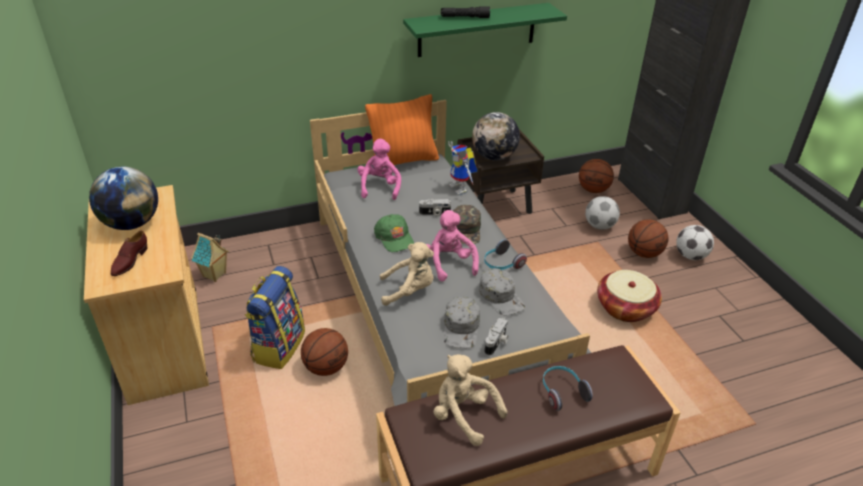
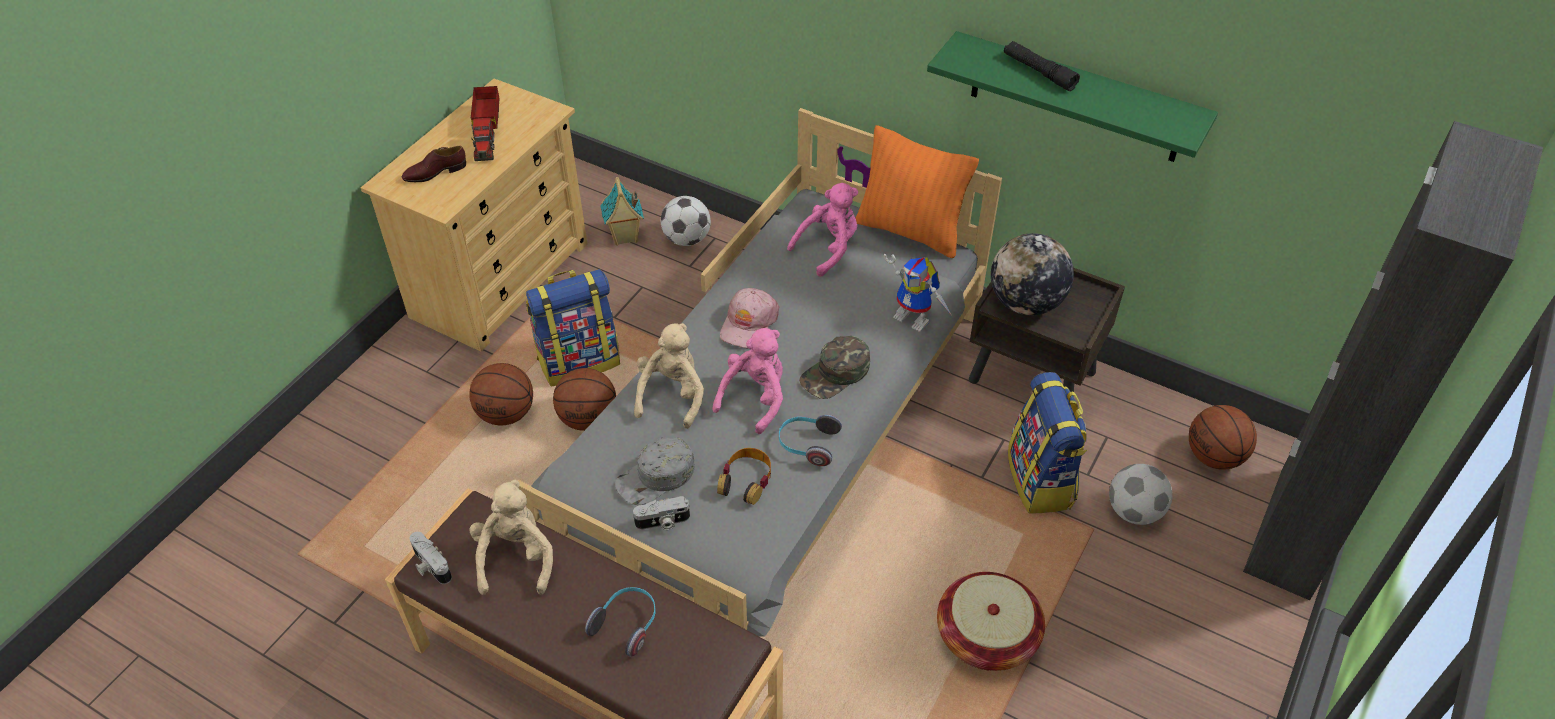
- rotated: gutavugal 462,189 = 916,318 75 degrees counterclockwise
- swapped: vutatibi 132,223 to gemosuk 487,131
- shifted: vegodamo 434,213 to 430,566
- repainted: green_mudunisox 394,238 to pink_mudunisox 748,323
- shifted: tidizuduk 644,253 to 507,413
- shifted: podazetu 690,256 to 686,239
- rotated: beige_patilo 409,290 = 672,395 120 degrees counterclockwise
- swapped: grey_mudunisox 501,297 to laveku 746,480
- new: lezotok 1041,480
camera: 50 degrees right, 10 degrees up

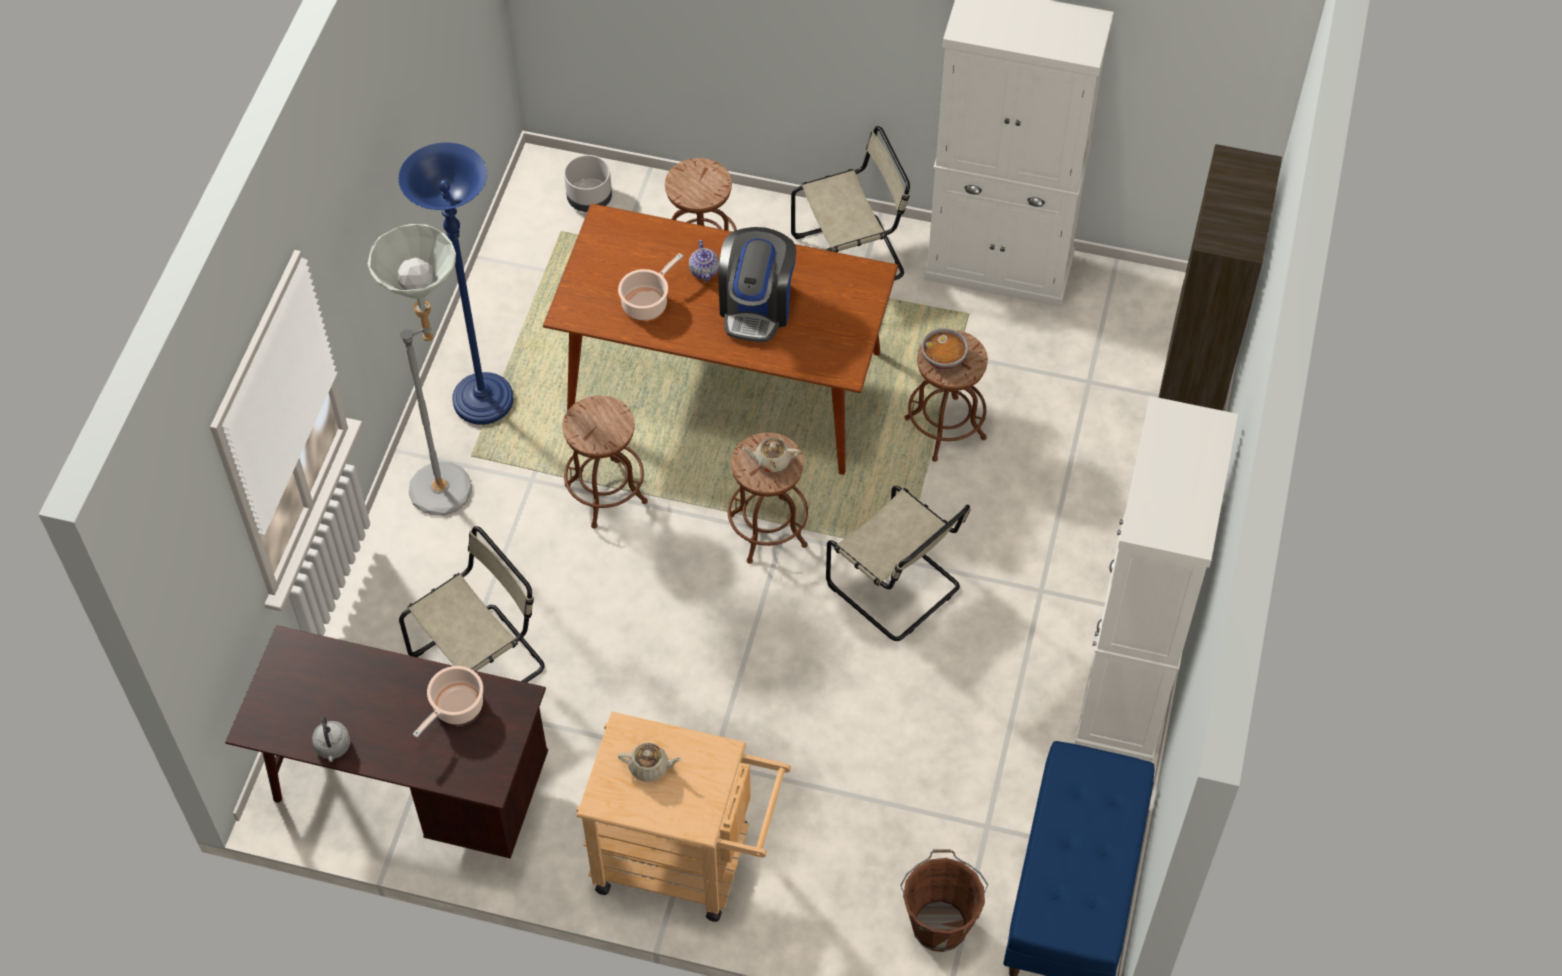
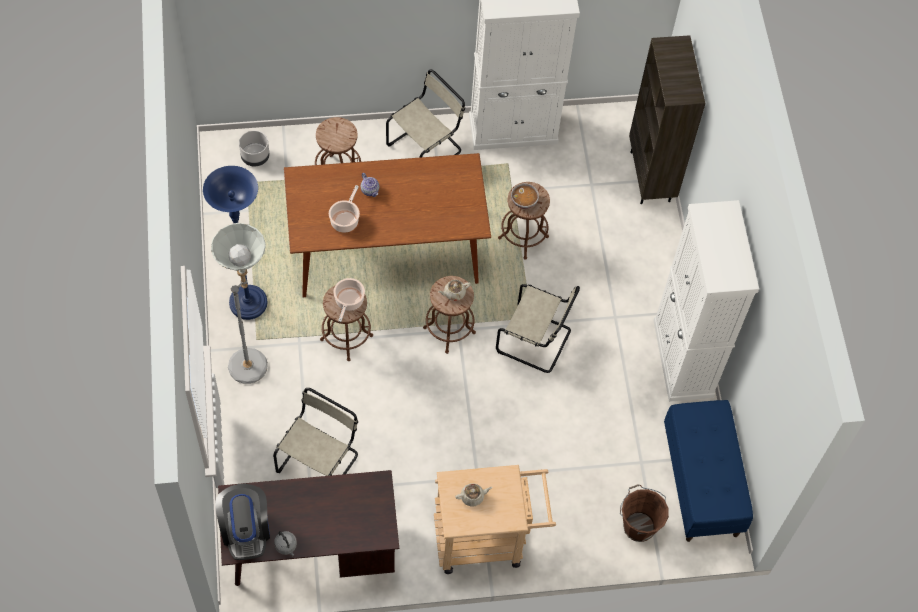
- shifted: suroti 756,306 to 246,530
- shifted: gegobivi 455,707 to 348,301
camera: 25 degrees left, 5 degrees up

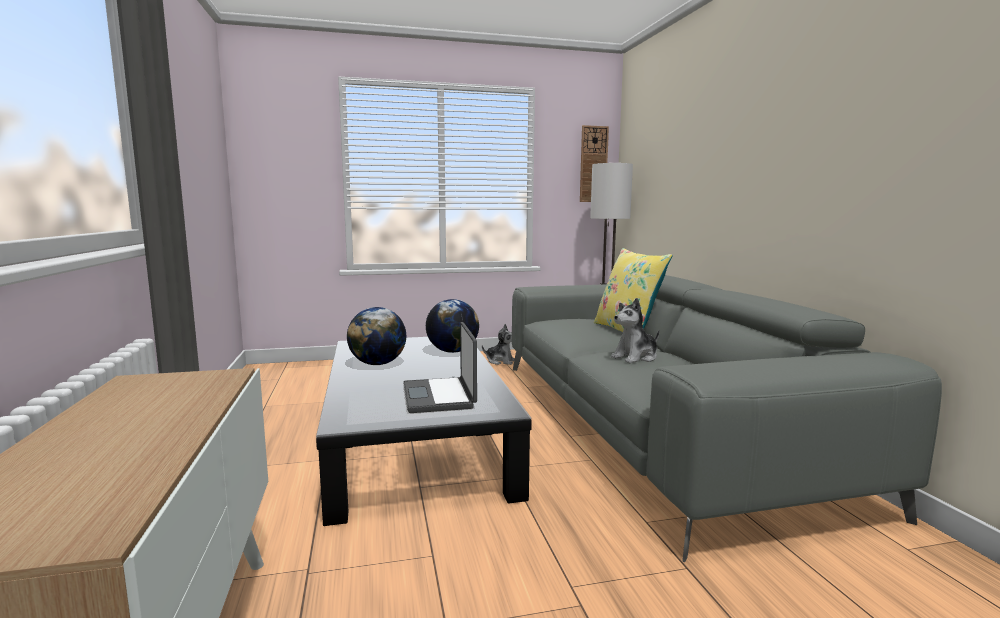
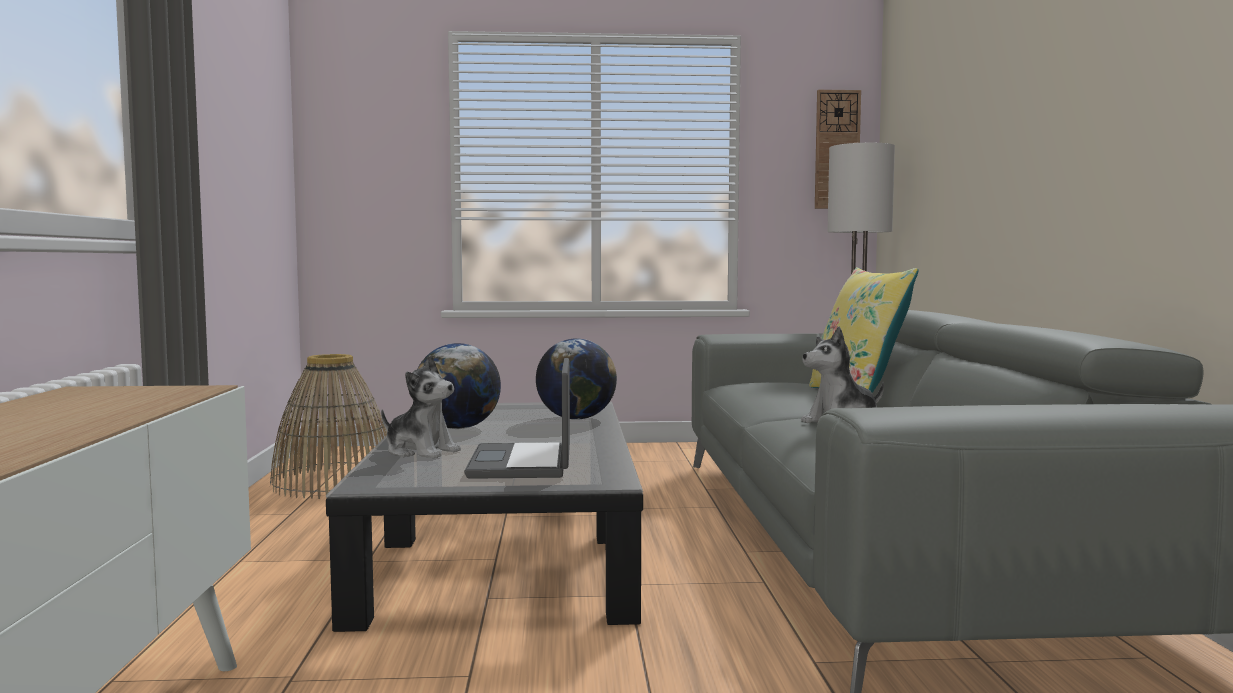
- shifted: patilo 500,361 to 421,451
- new: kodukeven 333,483
camera: 10 degrees right, 5 degrees down

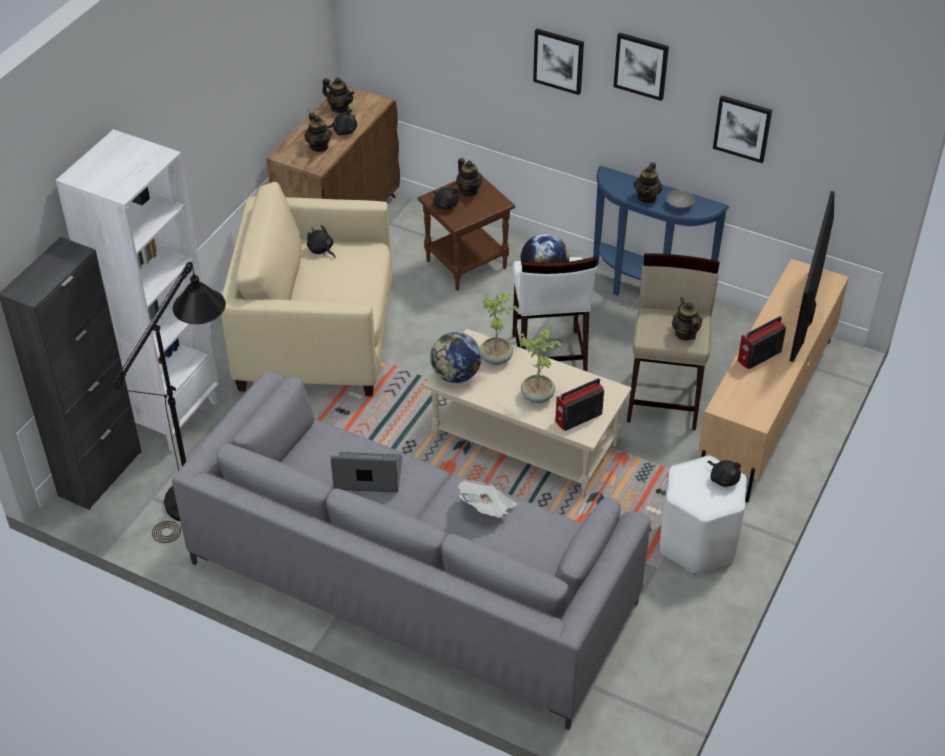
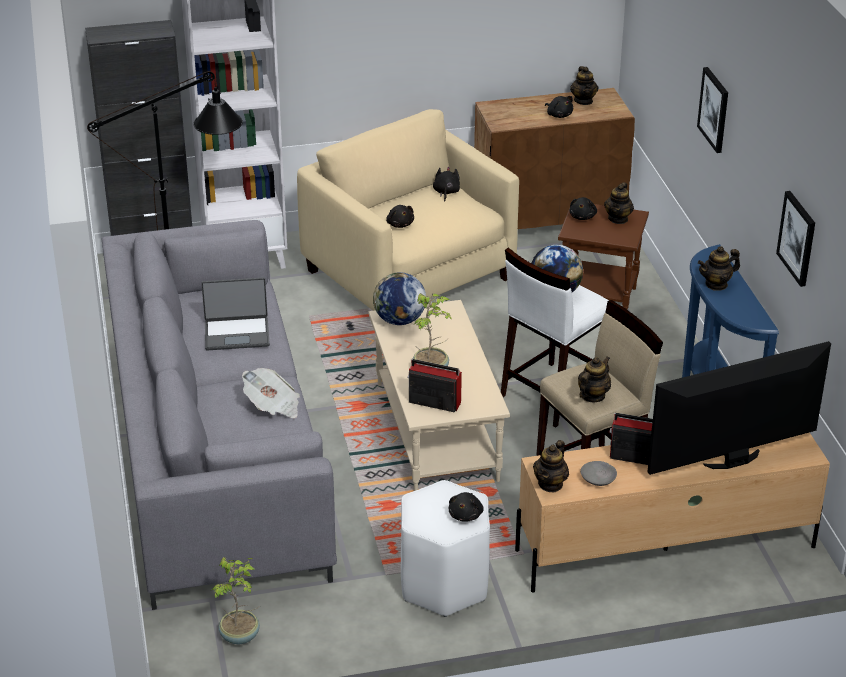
- gone: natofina 641,65
- shifted: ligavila 319,146 to 550,484
- shifted: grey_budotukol 679,204 to 598,479
- shifted: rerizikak 496,358 to 241,636
- rotated: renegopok 368,475 = 237,334 120 degrees clockwise
- new: black_patilo 400,224
camera: 50 degrees right, 10 degrees down

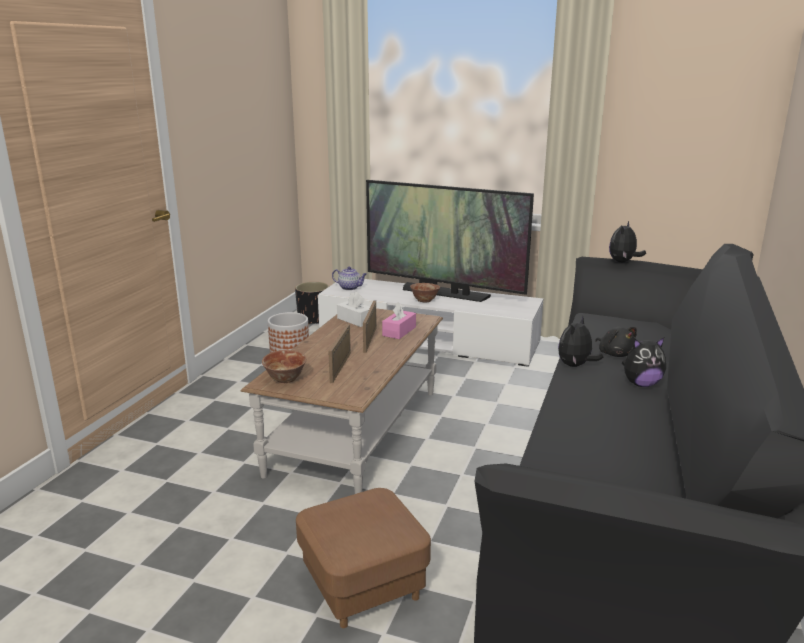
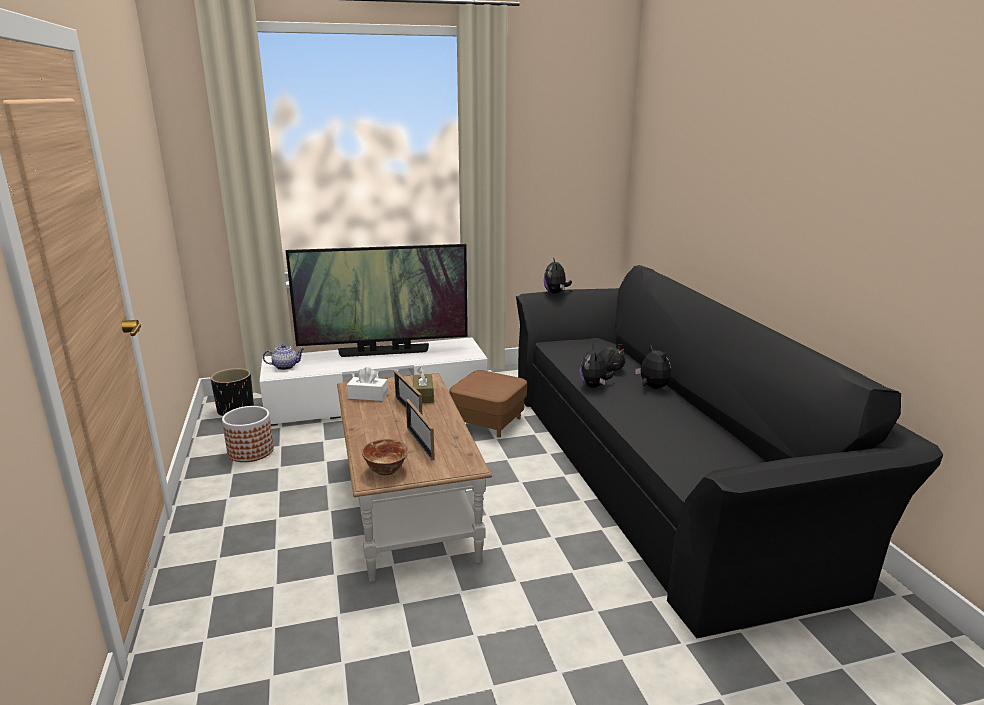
- gone: budotukol 424,300
- repainted: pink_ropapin 399,331 to brown_ropapin 423,395
- rotated: patilo 641,384 = 652,387 75 degrees counterclockwise
- shifted: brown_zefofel 363,585 to 488,422
camera: 35 degrees left, 0 degrees up

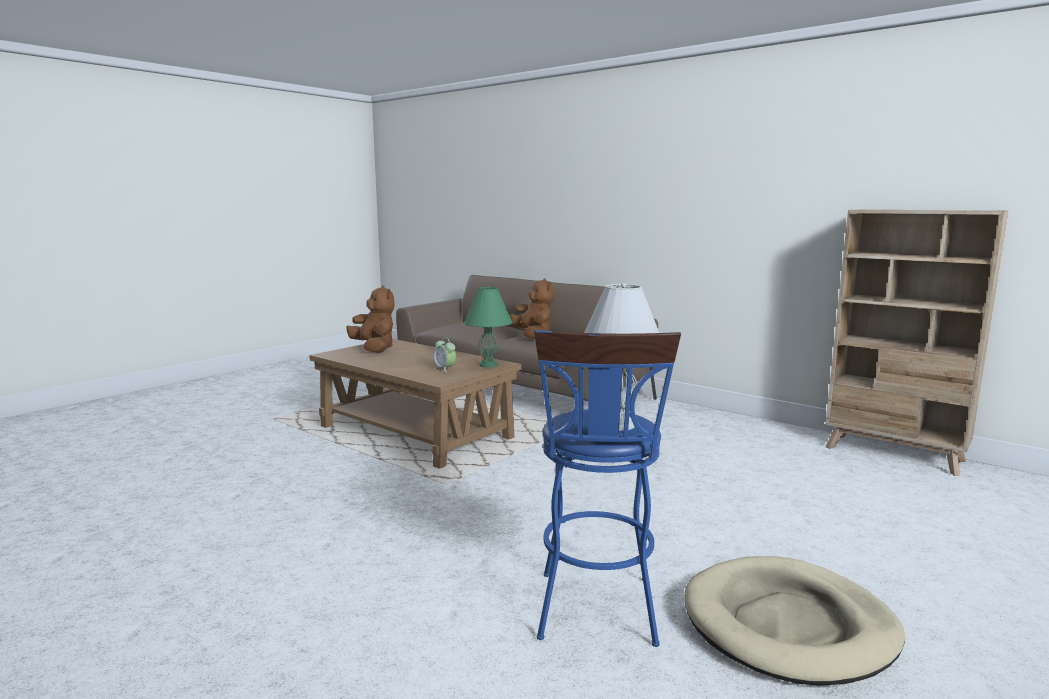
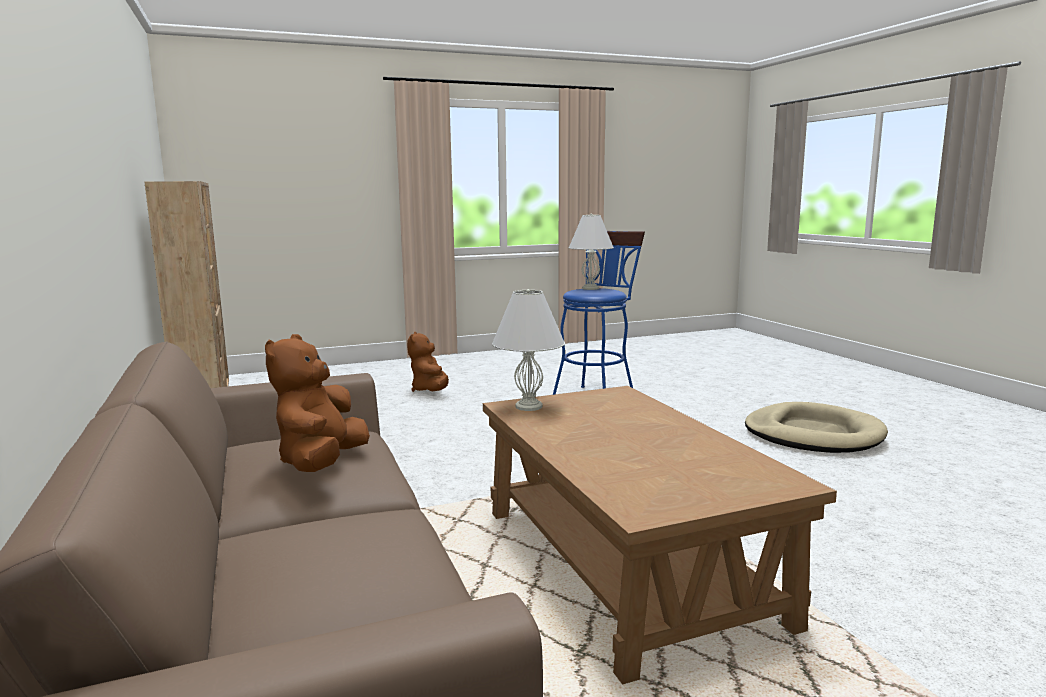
- shifted: brown_patilo 374,349 to 430,390
- repainted: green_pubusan 489,365 to white_pubusan 528,406
- gone: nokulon 445,369
- shifted: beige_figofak 788,625 to 813,434
camera: 150 degrees left, 0 degrees up

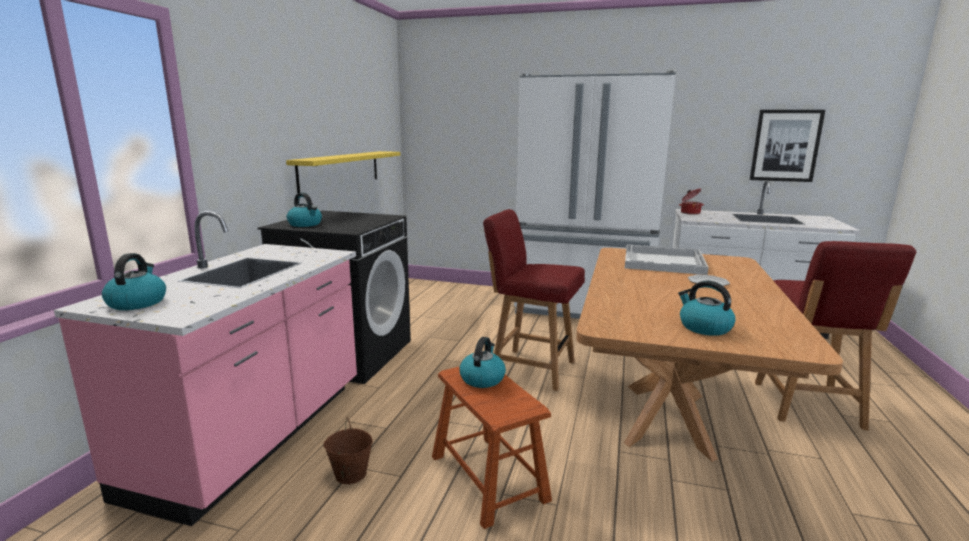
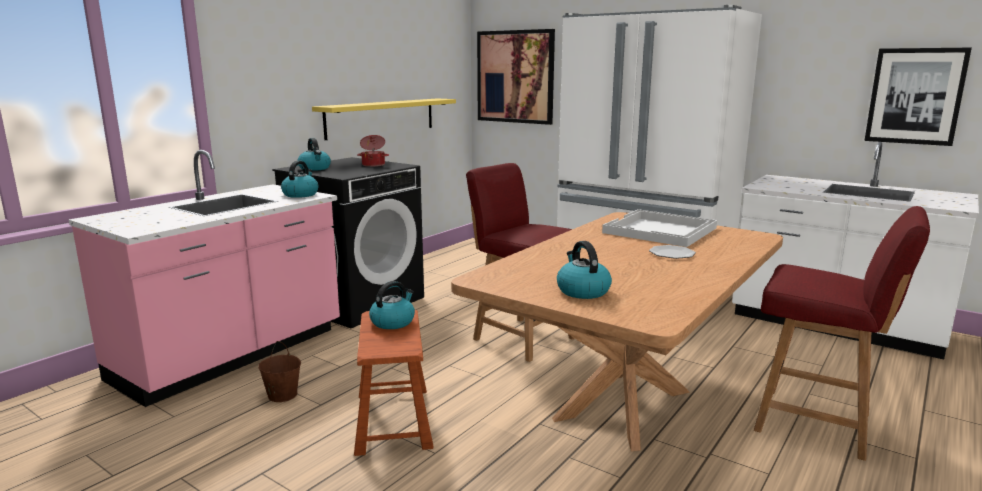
- shifted: gegobivi 690,213 to 373,165
- rotated: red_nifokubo 807,406 = 816,423 90 degrees counterclockwise
- shifted: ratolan 137,302 to 300,194
- new: natofina 515,77
camera: 20 degrees right, 0 degrees up

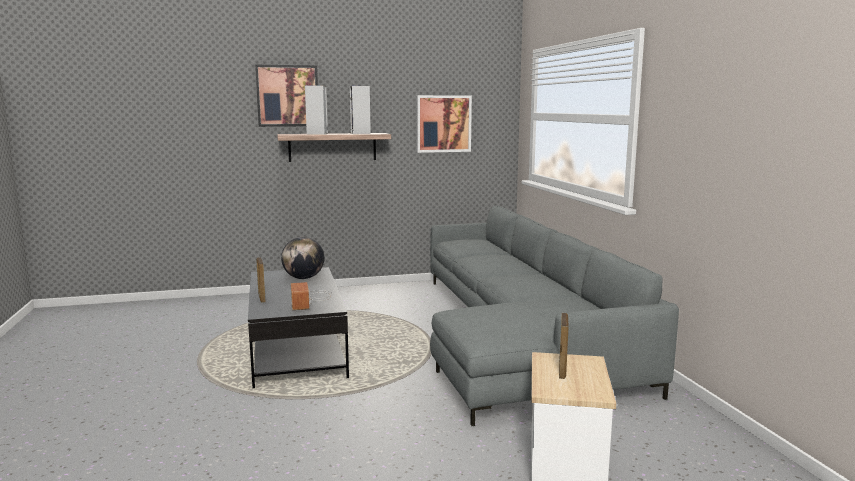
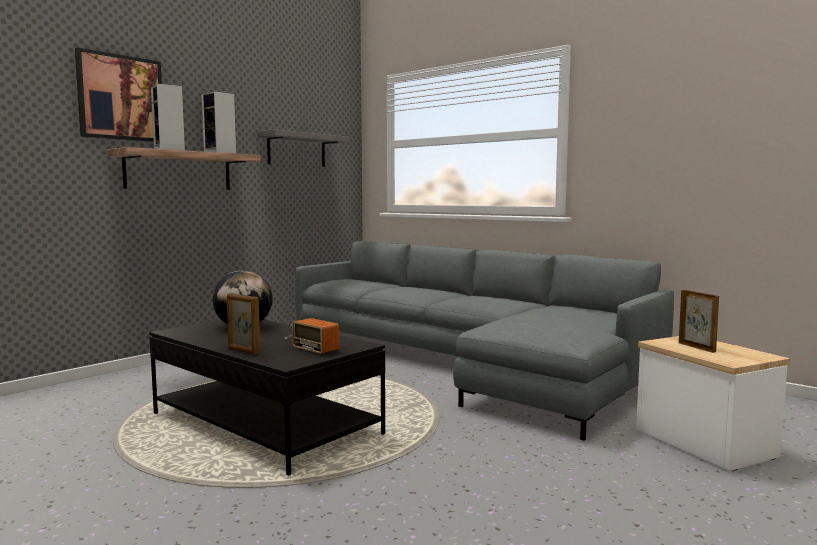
- swapped: natofina 443,123 to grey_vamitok 296,150
camera: 35 degrees left, 5 degrees down

